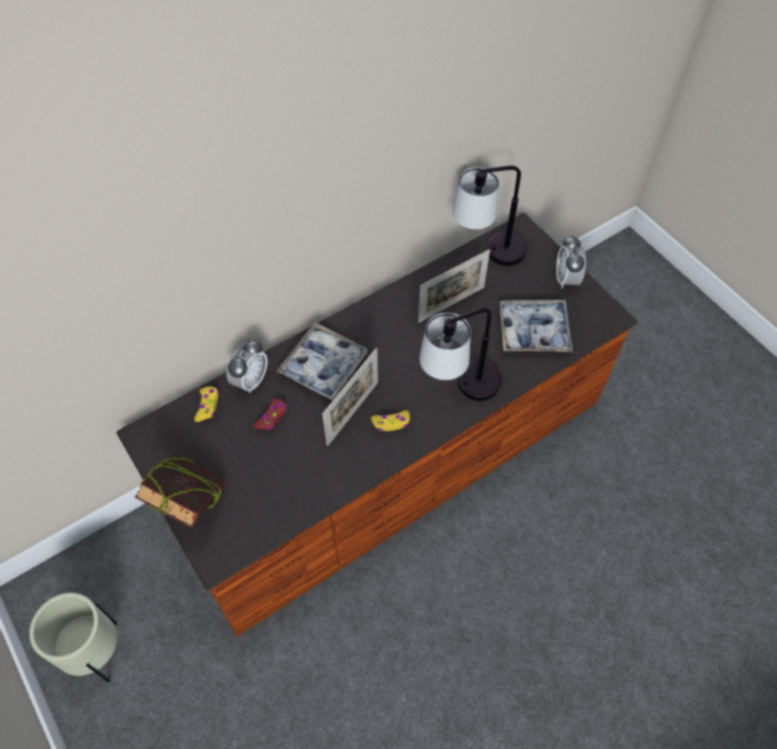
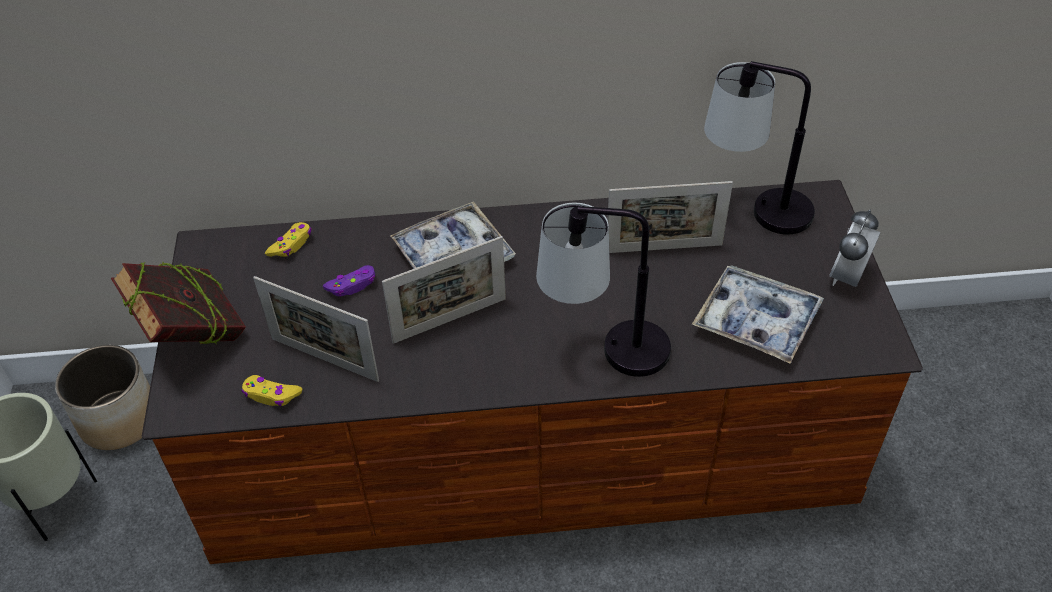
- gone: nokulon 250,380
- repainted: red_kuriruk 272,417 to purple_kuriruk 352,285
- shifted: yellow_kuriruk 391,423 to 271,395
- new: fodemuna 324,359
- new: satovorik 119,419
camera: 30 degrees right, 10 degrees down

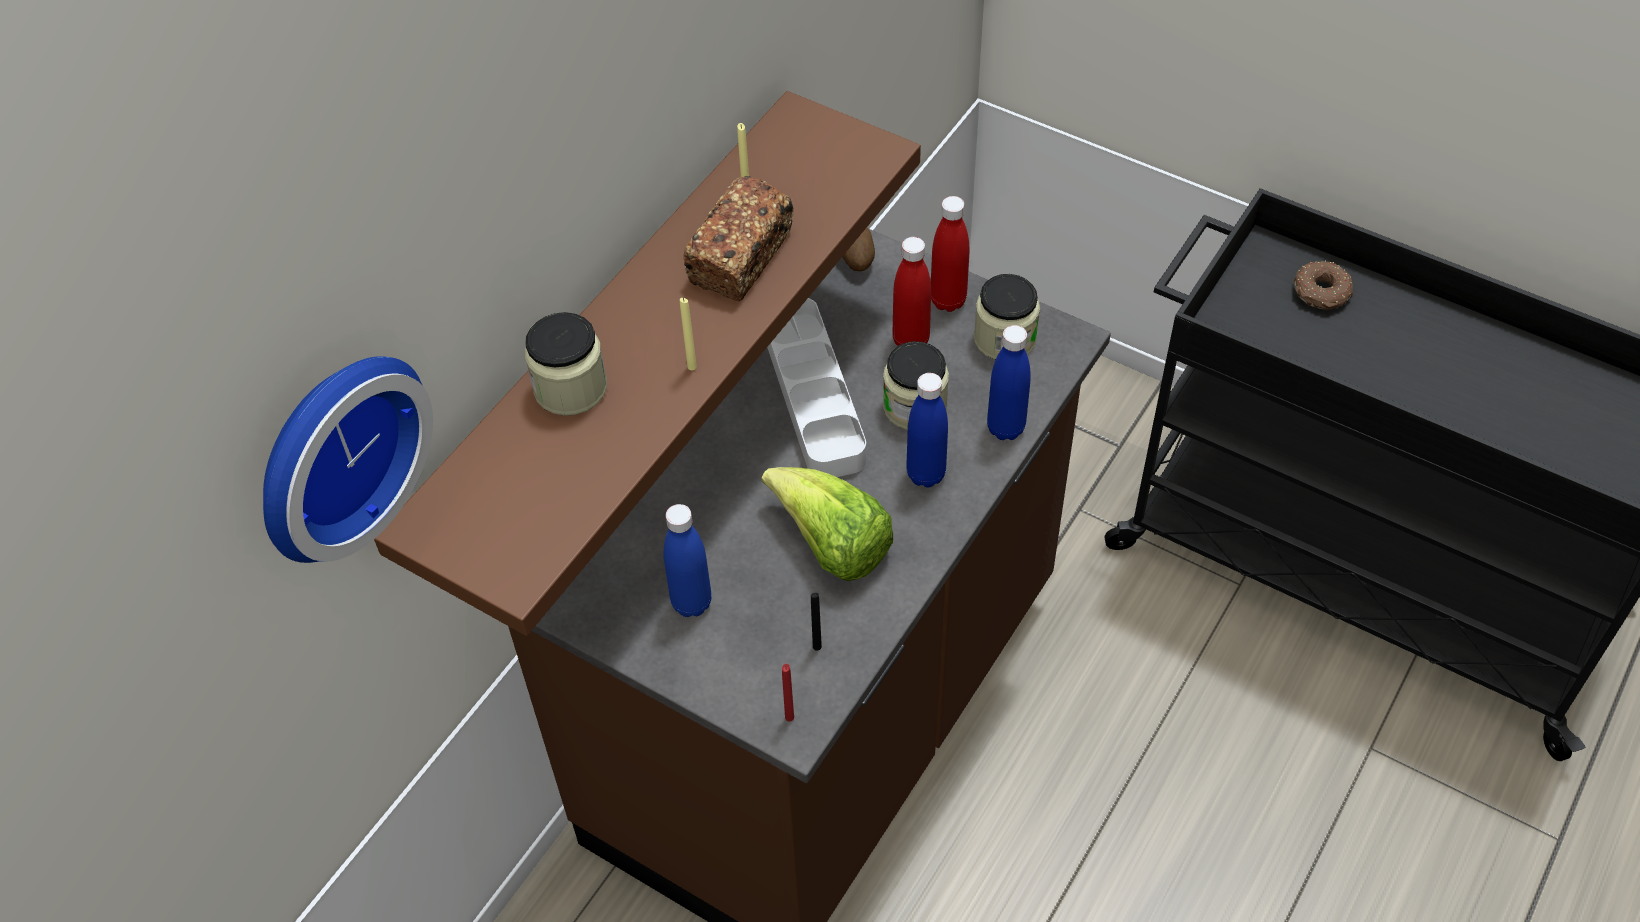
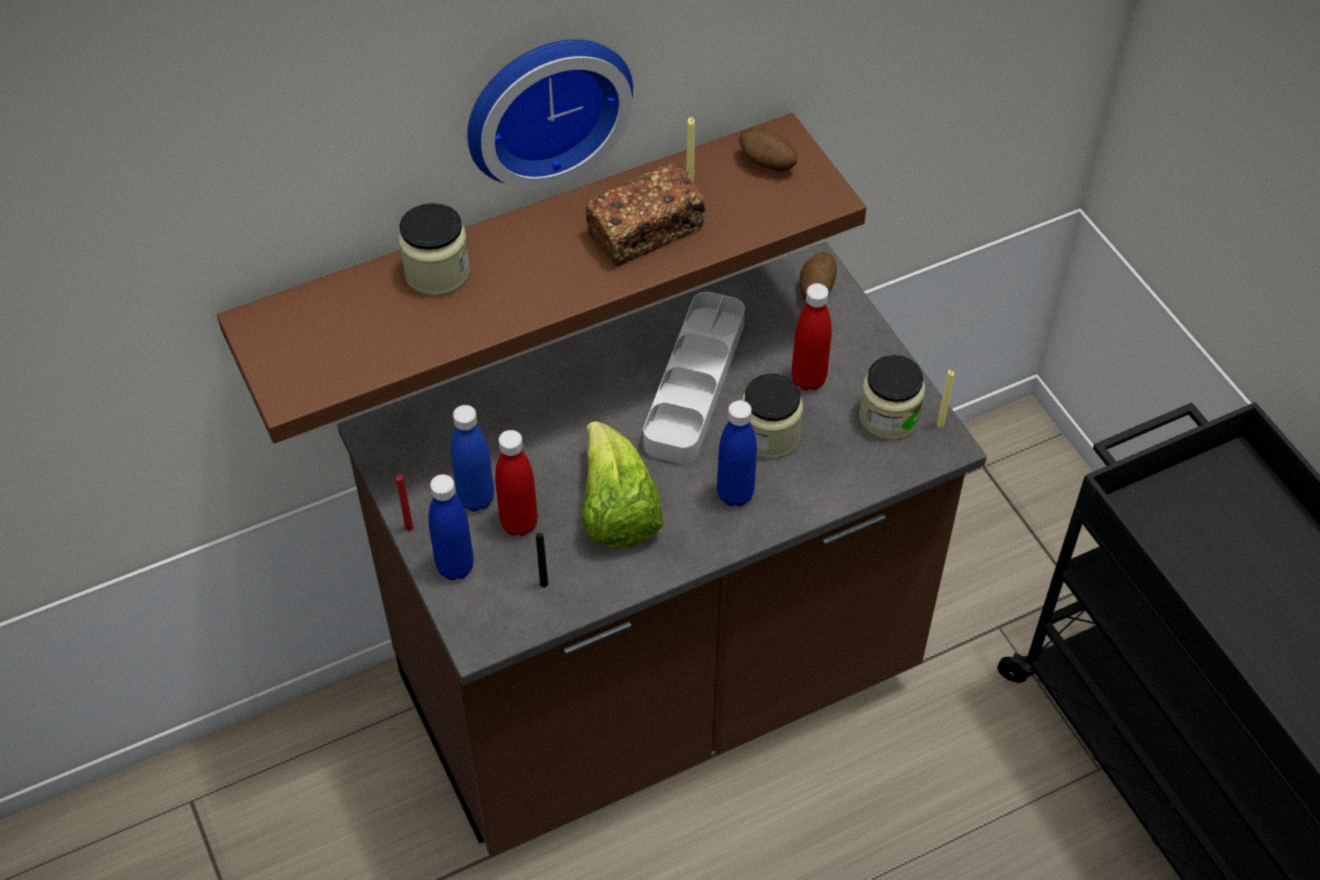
- shifted: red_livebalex 948,300 to 519,523
- gone: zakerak 1321,293
- shifted: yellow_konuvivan 692,367 to 940,424
- shifted: blue_livebalex 1005,428 to 455,567
- shifted: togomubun 332,451 to 544,104
- shifted: red_konuvivan 789,717 to 409,527
- new: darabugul 766,164
camera: 30 degrees right, 0 degrees up

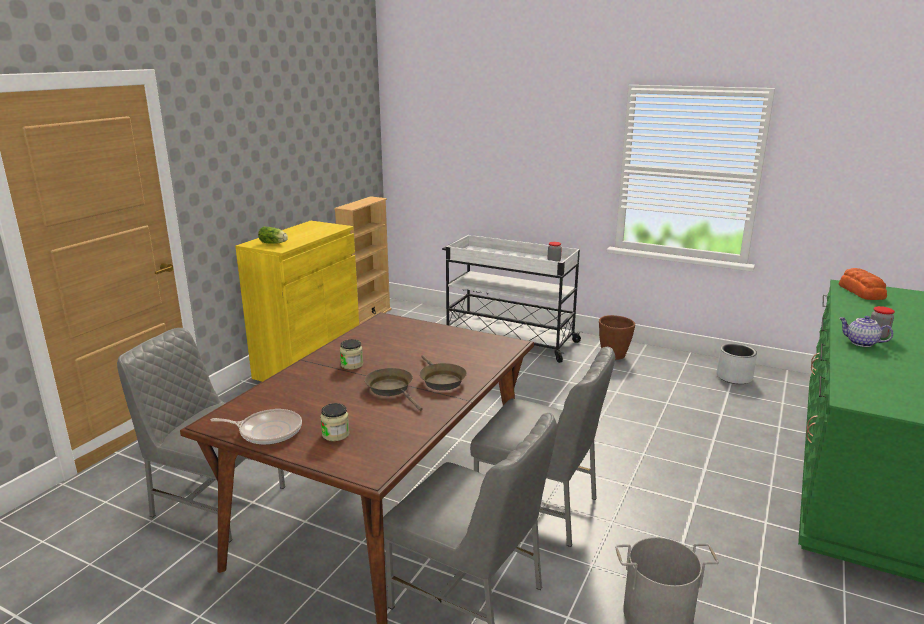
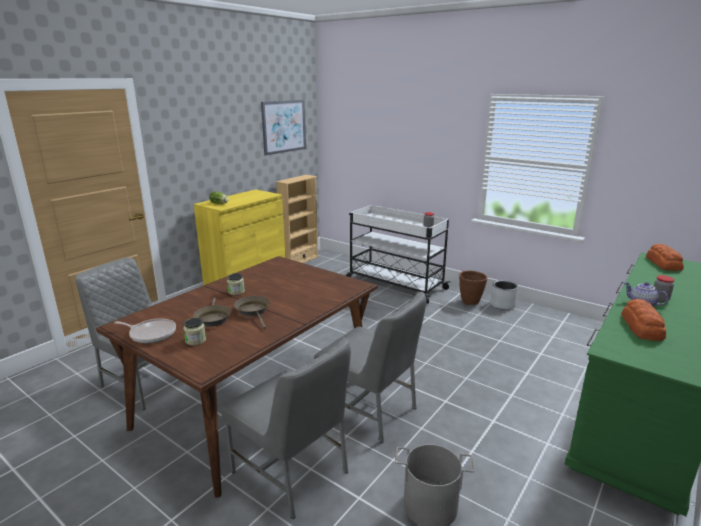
- shifted: grey_satovorik 734,377 to 503,305
- shifted: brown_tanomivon 441,380 to 212,318
- new: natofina 284,126
- new: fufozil 641,327
camera: 10 degrees right, 0 degrees up

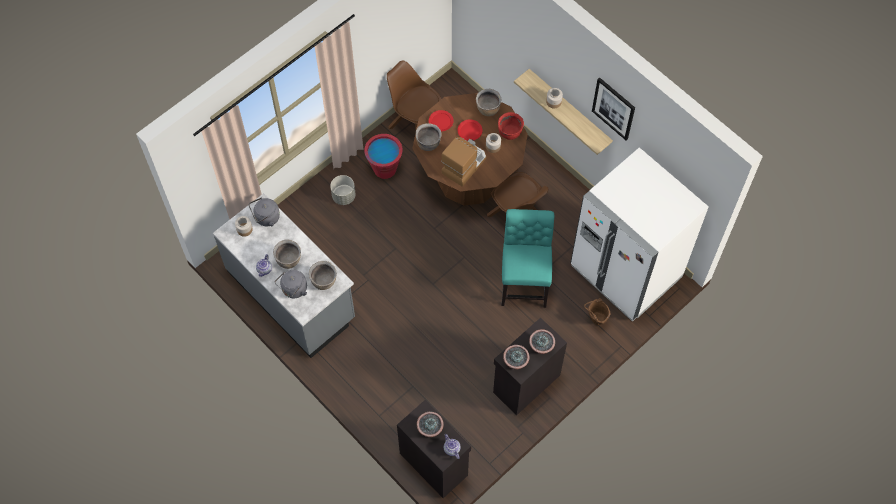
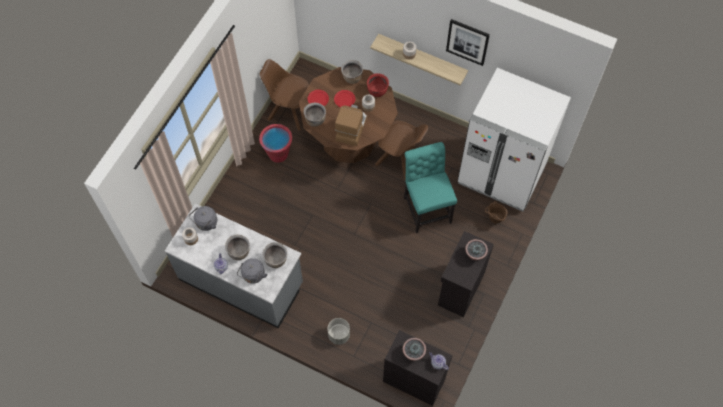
- shifted: grey_satovorik 343,196 to 339,335
- gone: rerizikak 515,362
camera: 20 degrees left, 0 degrees up

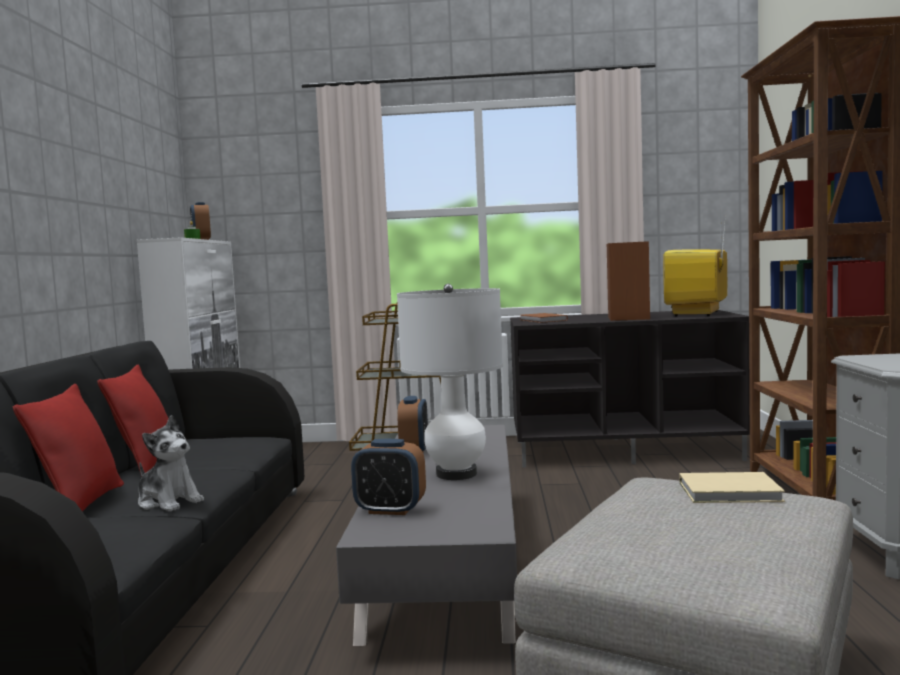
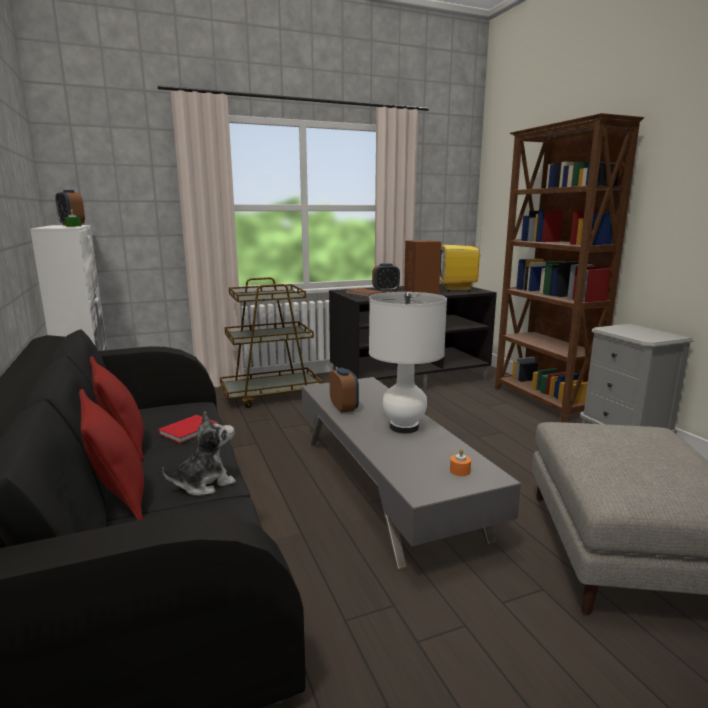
- rotated: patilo 169,502 = 204,483 45 degrees counterclockwise
- shifted: nokulon 390,510 to 385,290
- gone: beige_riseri 732,492
- new: red_riseri 190,430
- new: orange_konuvivan 460,471
camera: 25 degrees left, 10 degrees up

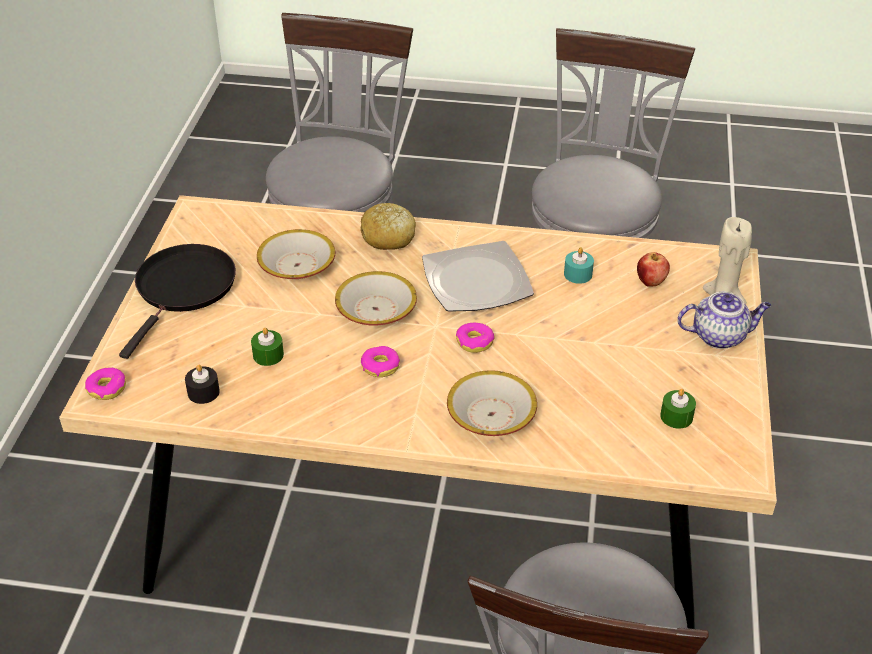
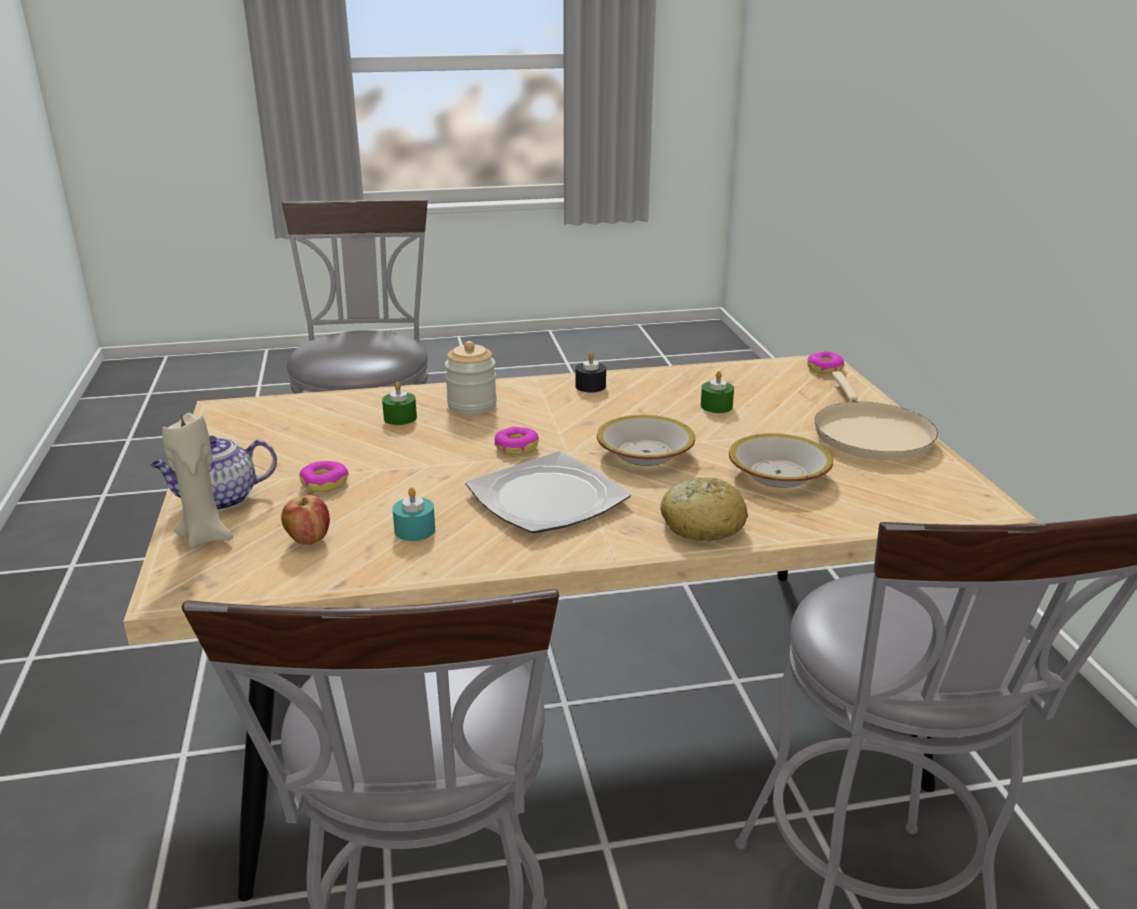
- repainted: black_tanomivon 183,289 to beige_tanomivon 869,434
- shifted: zakerak 380,366 to 325,483
- shifted: black_konuvivan 203,392 to 590,386
- swapped: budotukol 491,415 to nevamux 472,405
- shifted: green_konuvivan 676,416 to 400,418
camera: 160 degrees right, 15 degrees down

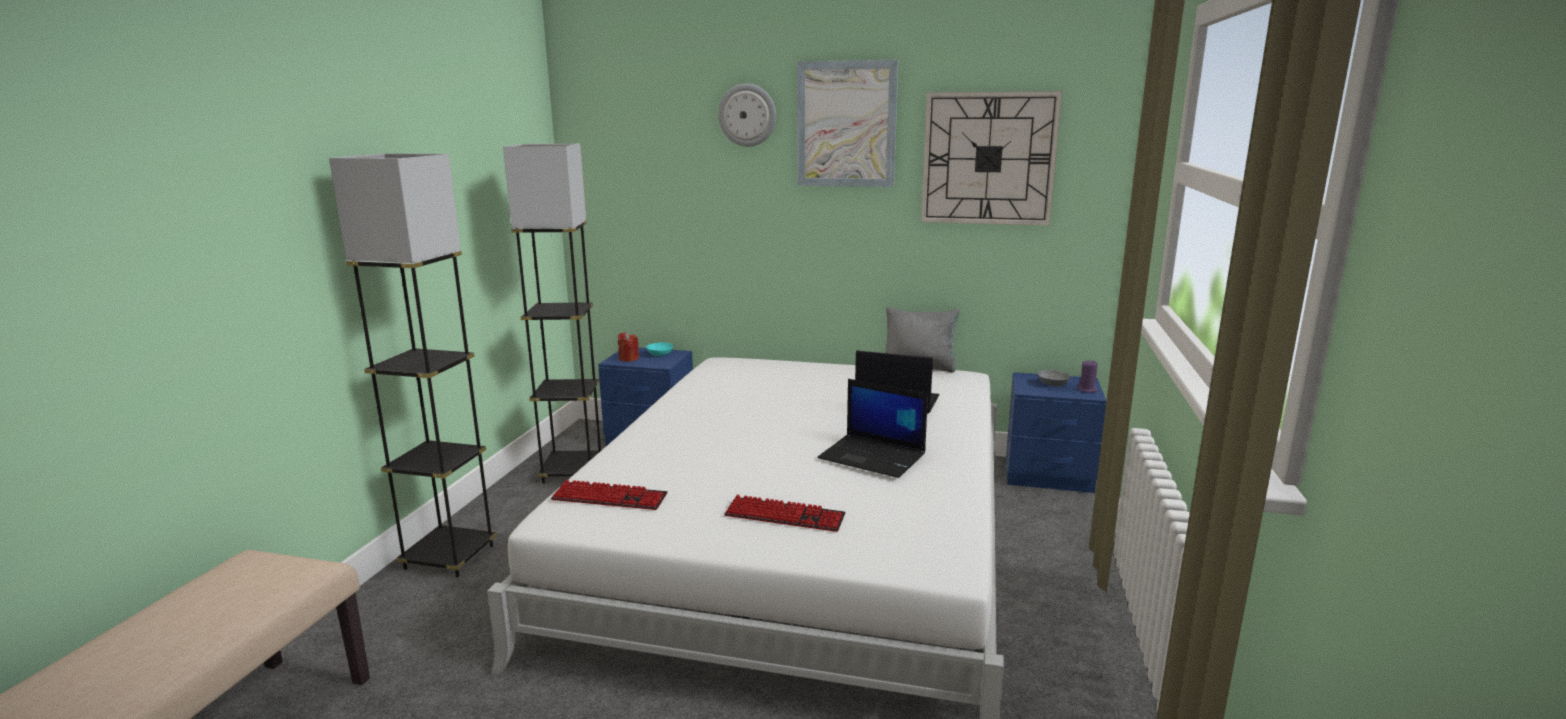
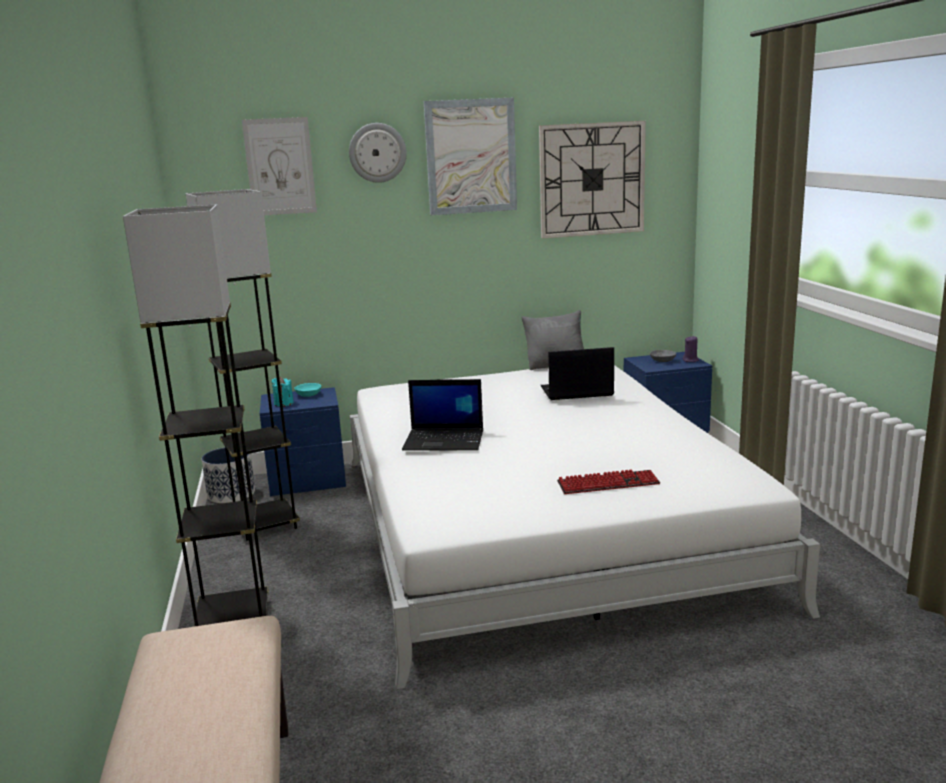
- repainted: red_konuvivan 628,359 to turquoise_konuvivan 283,403
- shifted: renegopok 874,456 to 445,440
- gone: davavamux 609,498
- new: natofina 280,166
- new: satovorik 231,494
camera: 25 degrees left, 0 degrees up

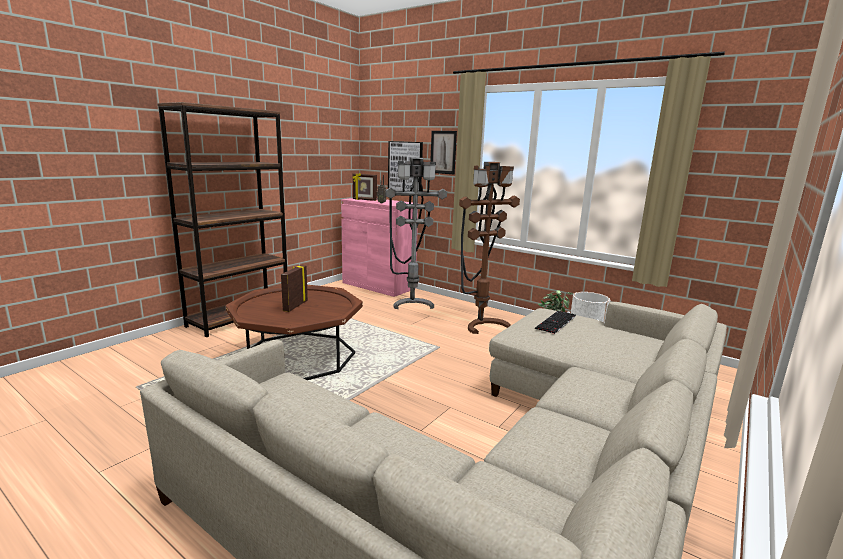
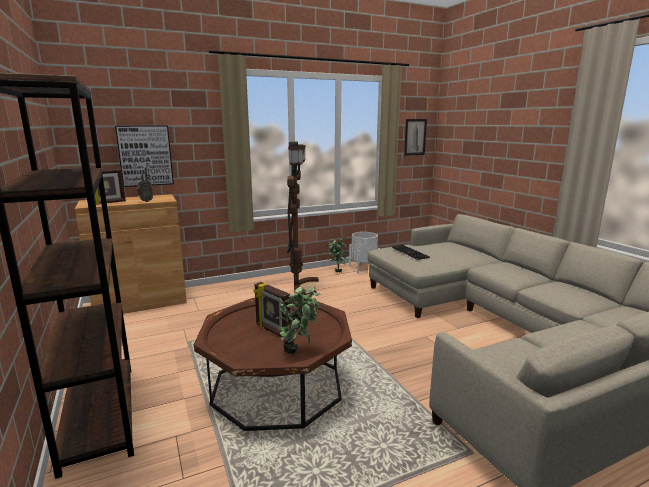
- shifted: natofina 443,152 to 415,137
- gone: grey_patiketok 412,303
- repainted: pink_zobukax 378,285 to brown_zobukax 141,302
- new: rerizikak 299,350
camera: 60 degrees left, 0 degrees up

